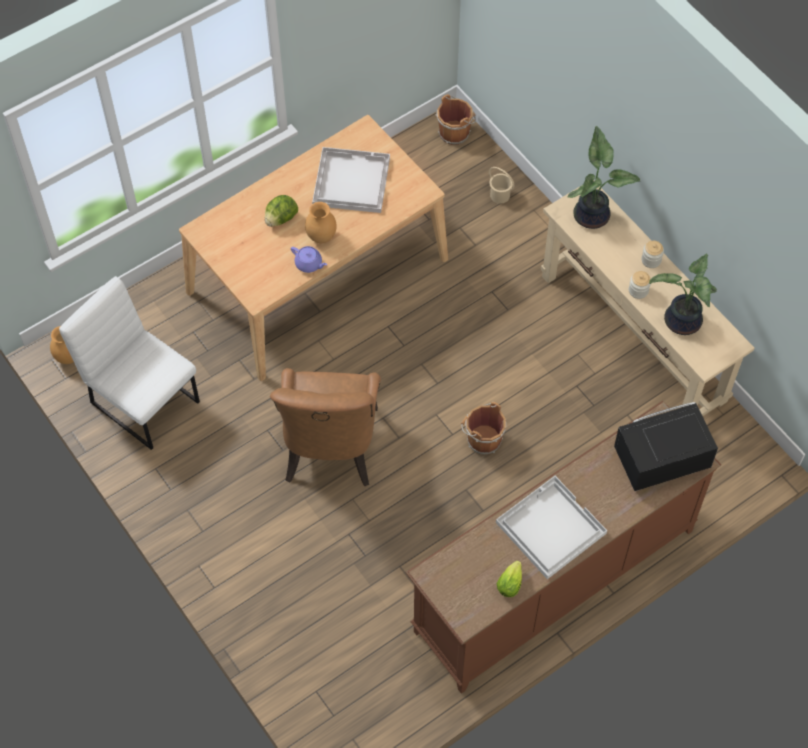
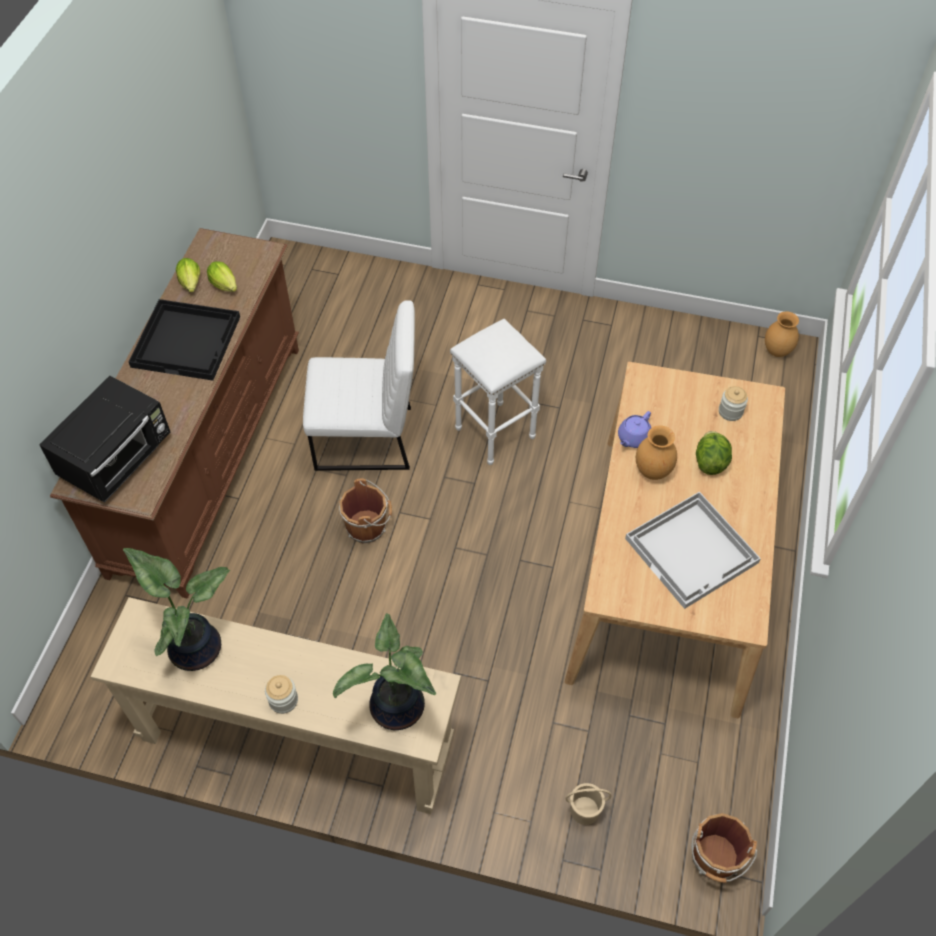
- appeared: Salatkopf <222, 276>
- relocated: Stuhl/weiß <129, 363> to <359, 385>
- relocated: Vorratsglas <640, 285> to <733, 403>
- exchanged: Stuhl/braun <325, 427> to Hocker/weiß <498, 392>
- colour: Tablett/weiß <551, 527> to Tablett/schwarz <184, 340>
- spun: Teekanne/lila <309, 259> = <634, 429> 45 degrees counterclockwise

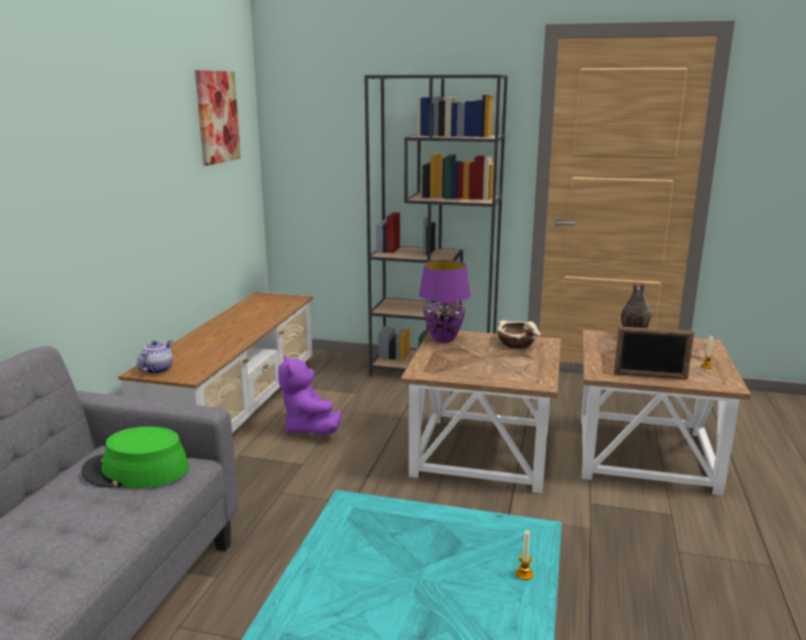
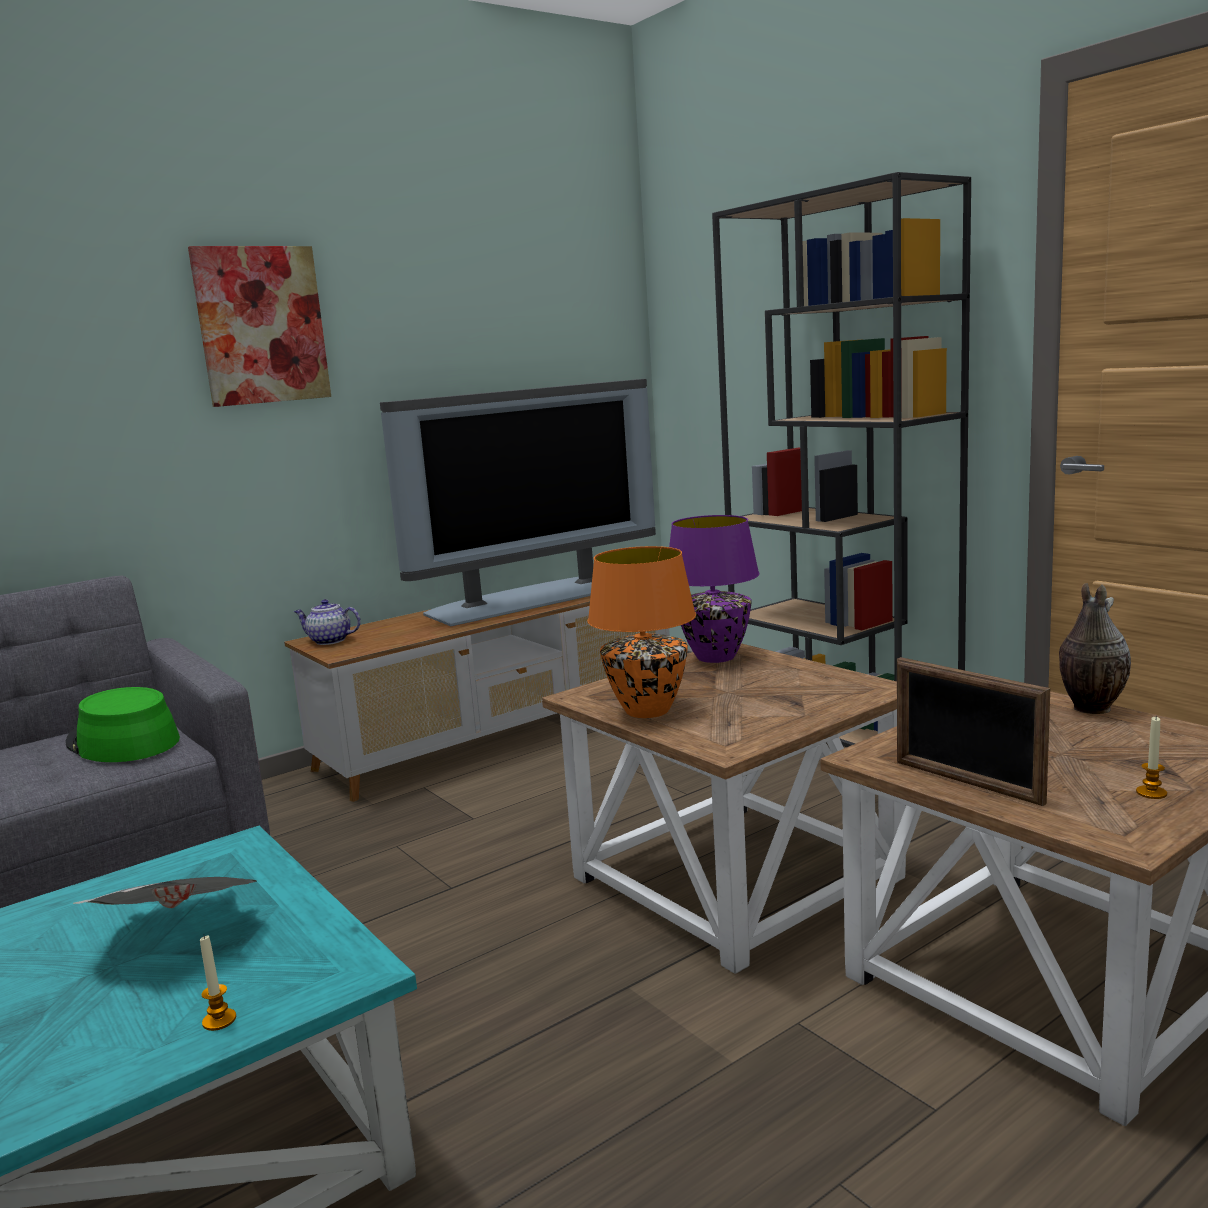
- missing: Plüschtier/lila <309, 395>
- missing: Schüssel/beige <518, 334>
- appeared: Zeitung <165, 892>
- appeared: Fernseher <518, 502>
- appeared: Tischlampe/orange <642, 632>
- relocated: Bild <218, 118> to <259, 326>
- spun: Teekanne <155, 357> = <327, 622> 135 degrees counterclockwise

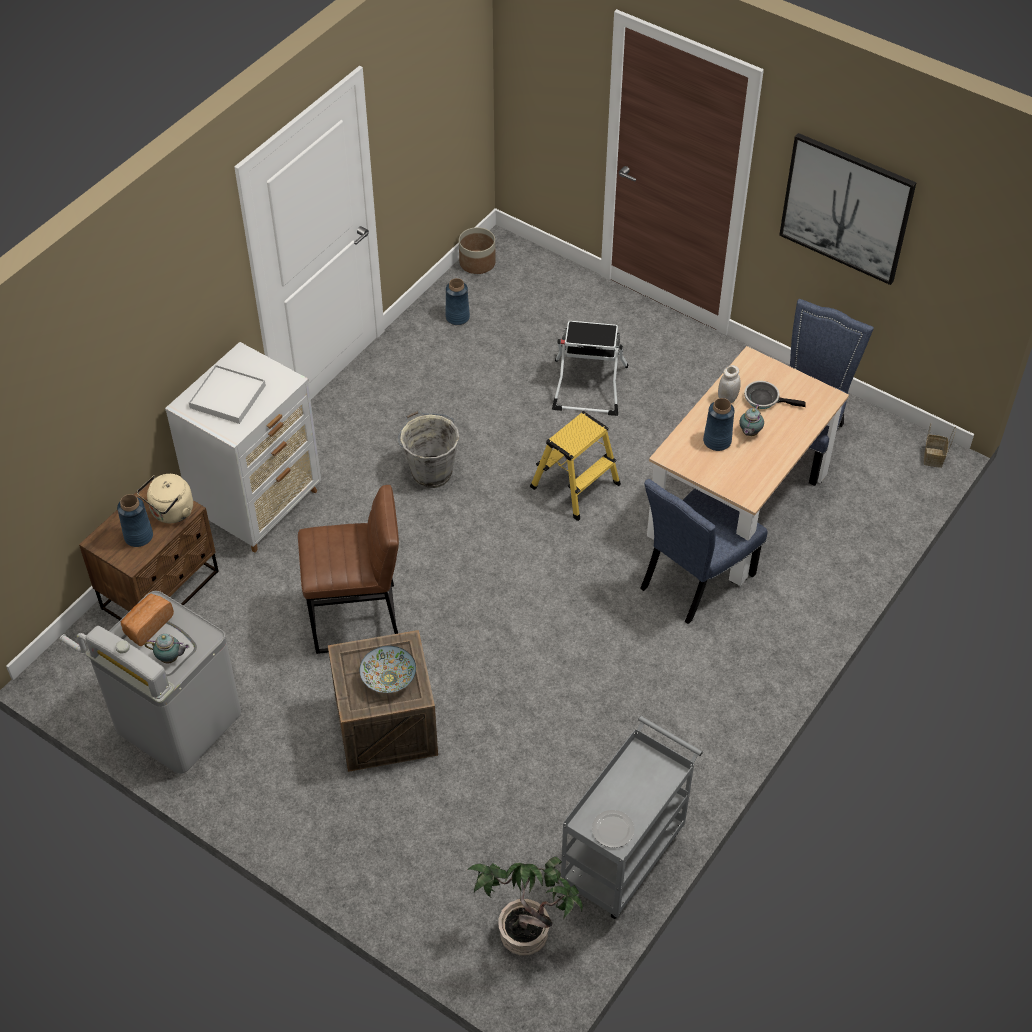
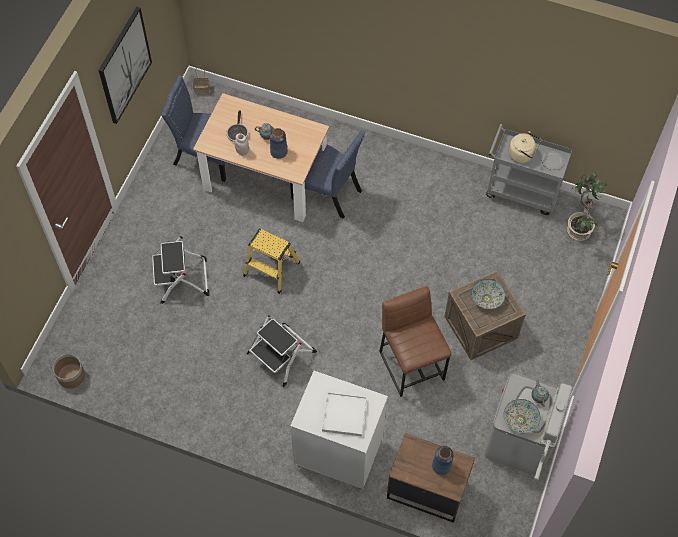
- missing: Vase/blau <458, 301>
- relocated: Wasserkessel/beige <165, 498> to <524, 147>
- exchanged: Brot <147, 620> to Schüssel <522, 416>
- exchanged: Eimer/grau <428, 449> to Trittleiter <282, 351>

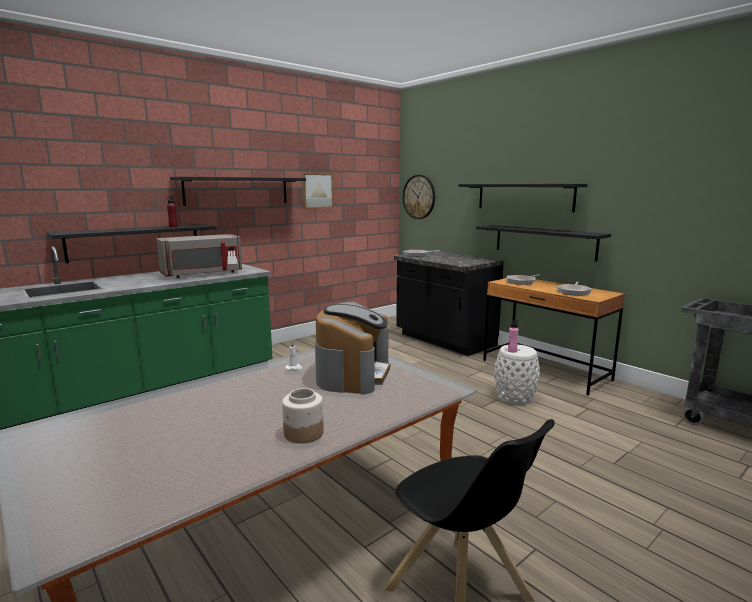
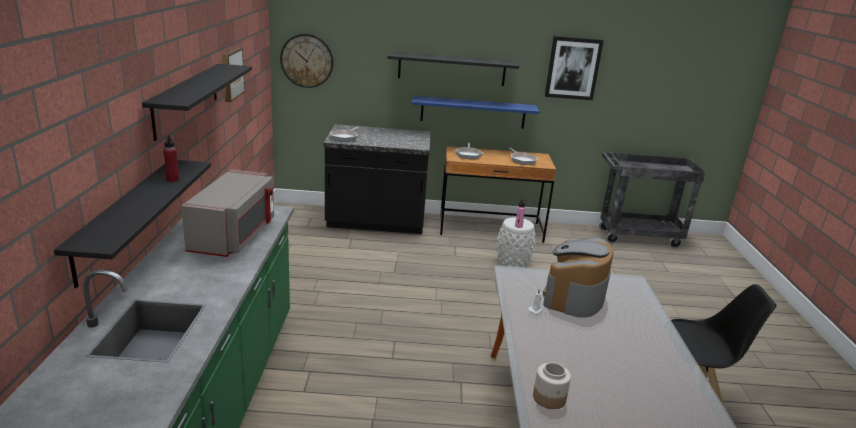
- appeared: Bild <574, 68>
- relocated: Vorratsglas <303, 415> to <552, 385>
- colour: Wandregal/schwarz <543, 243> to Wandregal/blau <476, 112>
- spun: Kaffeemaschine <353, 348> = <578, 277> 120 degrees counterclockwise

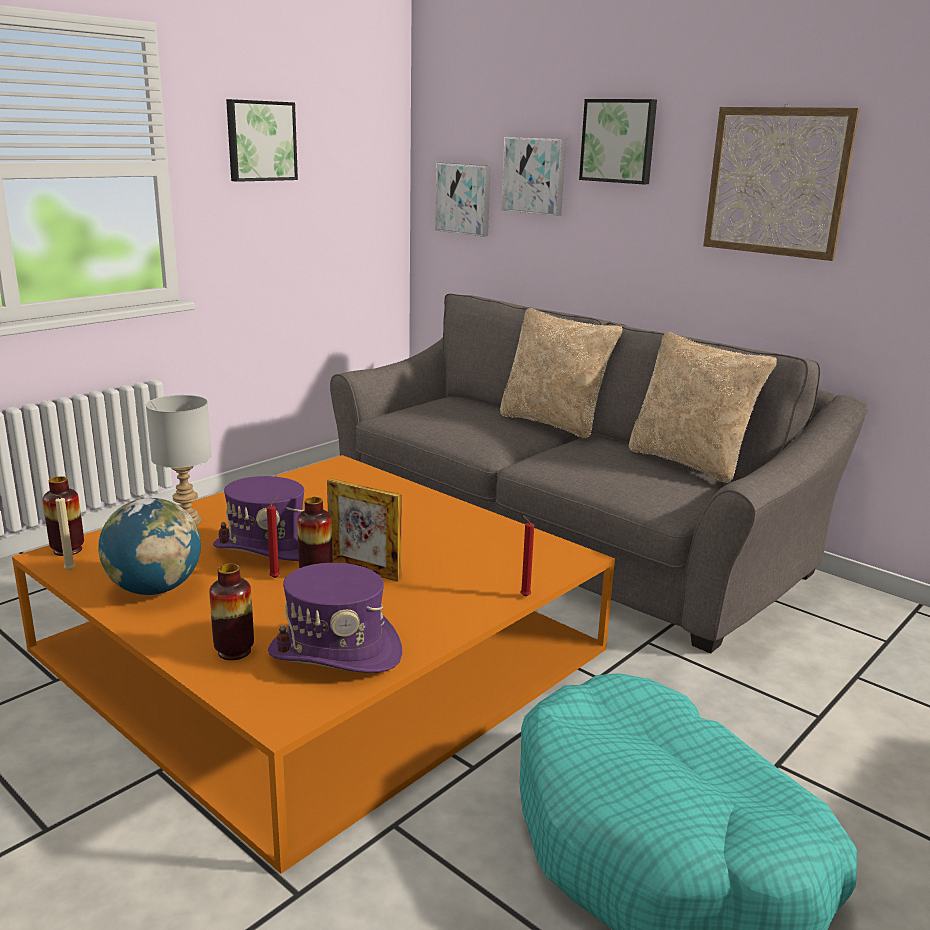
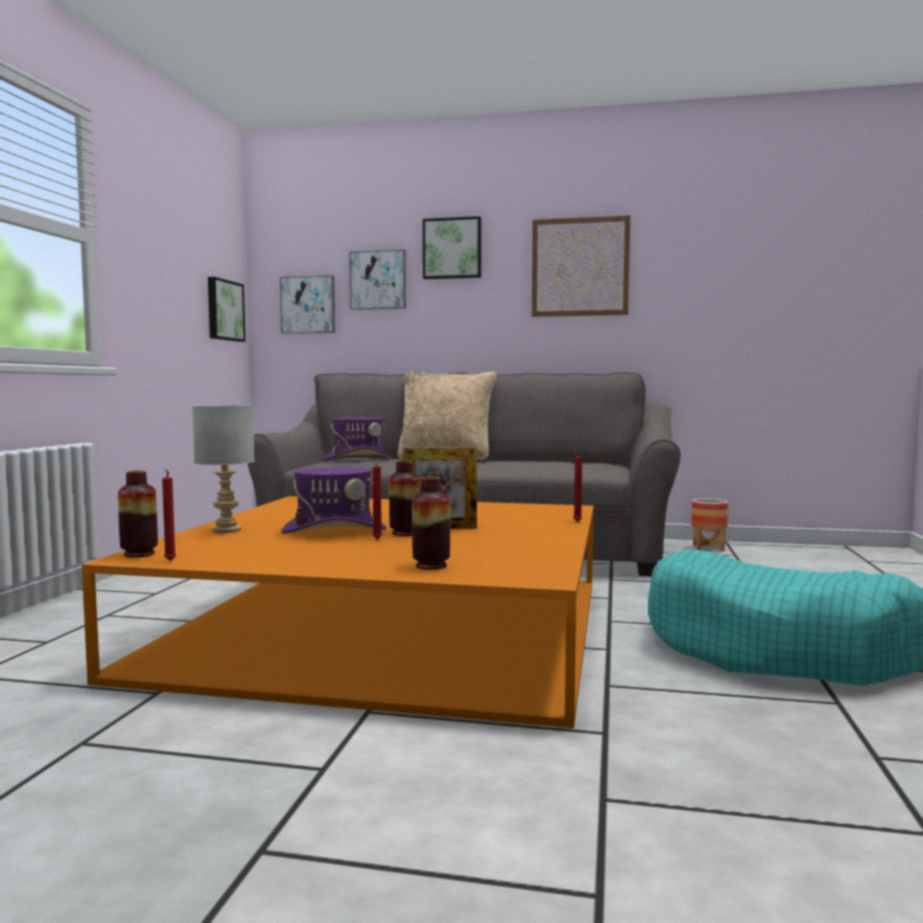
- missing: Globus <149, 546>
- missing: Kissen/beige <703, 407>
- appeared: Pflanzkübel <709, 524>
- relocated: Bild <262, 140> to <226, 309>
- relocated: Hut/lila <335, 618> to <359, 438>
- colour: Kerze/beige <64, 532> to Kerze/rot <169, 515>

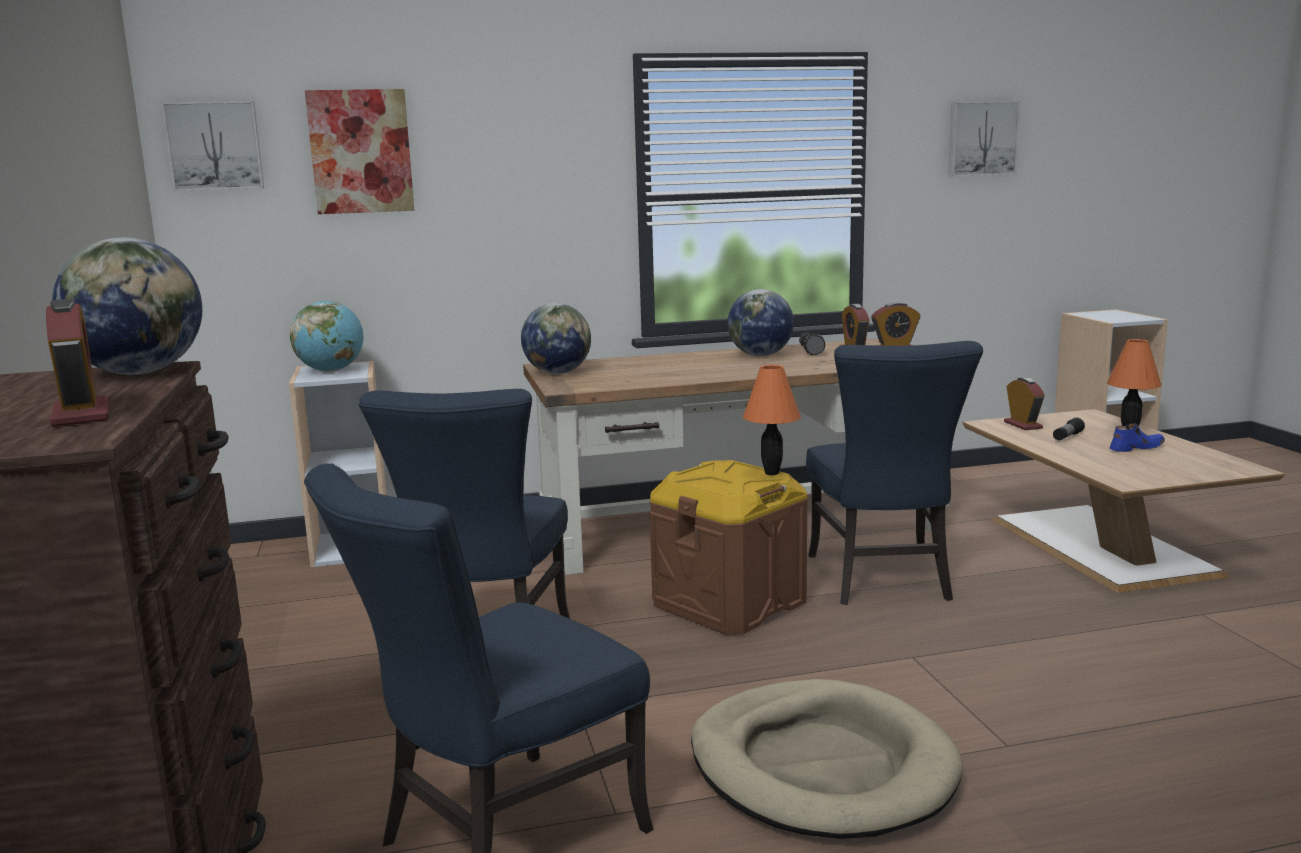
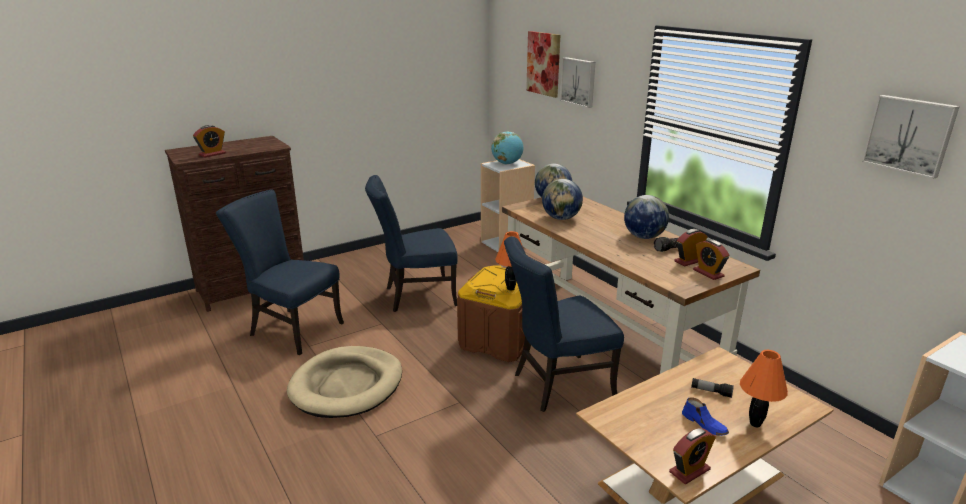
- relocated: Globus <127, 306> to <562, 199>
- relocated: Bild <213, 146> to <578, 82>
- relocated: Wecker <1024, 403> to <692, 456>

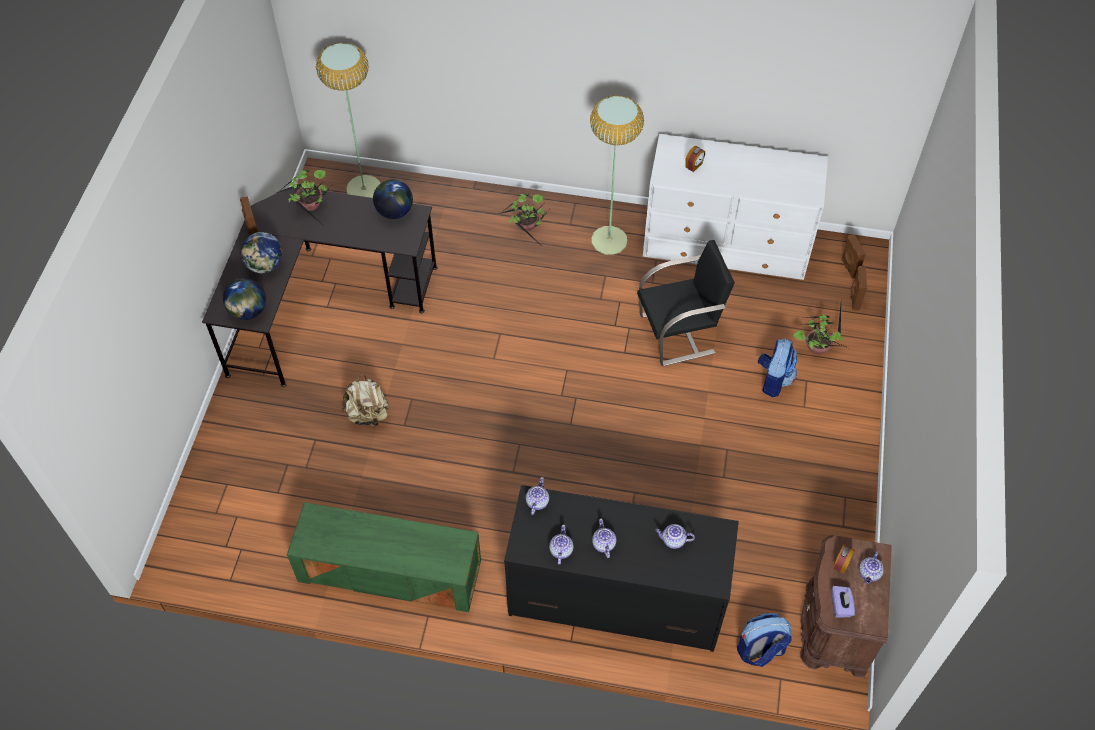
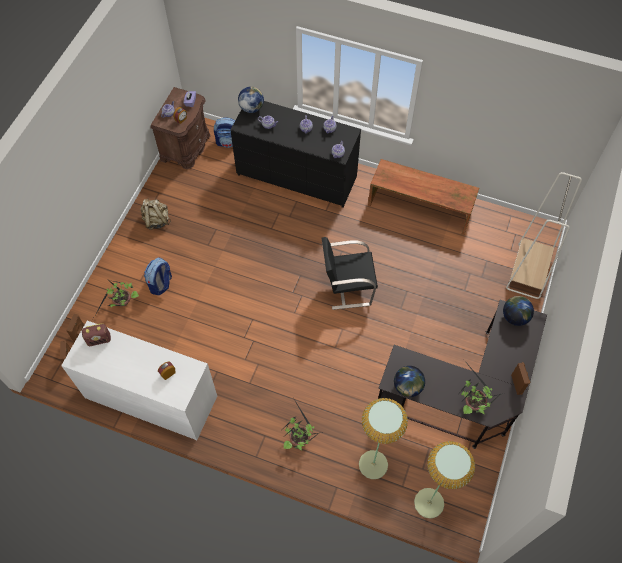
- appeared: Radio <96, 334>
- appeared: Kleiderständer <544, 235>
- relocated: Globus <261, 252> to <251, 99>
- relocated: Rucksack/beige <365, 401> to <156, 214>
- relocated: Stehlampe <617, 175> to <383, 438>
- relocated: Stuhl/schwarz <686, 303> to <350, 273>
- colour: Bank/grün <384, 557> to Bank/braun <423, 197>

